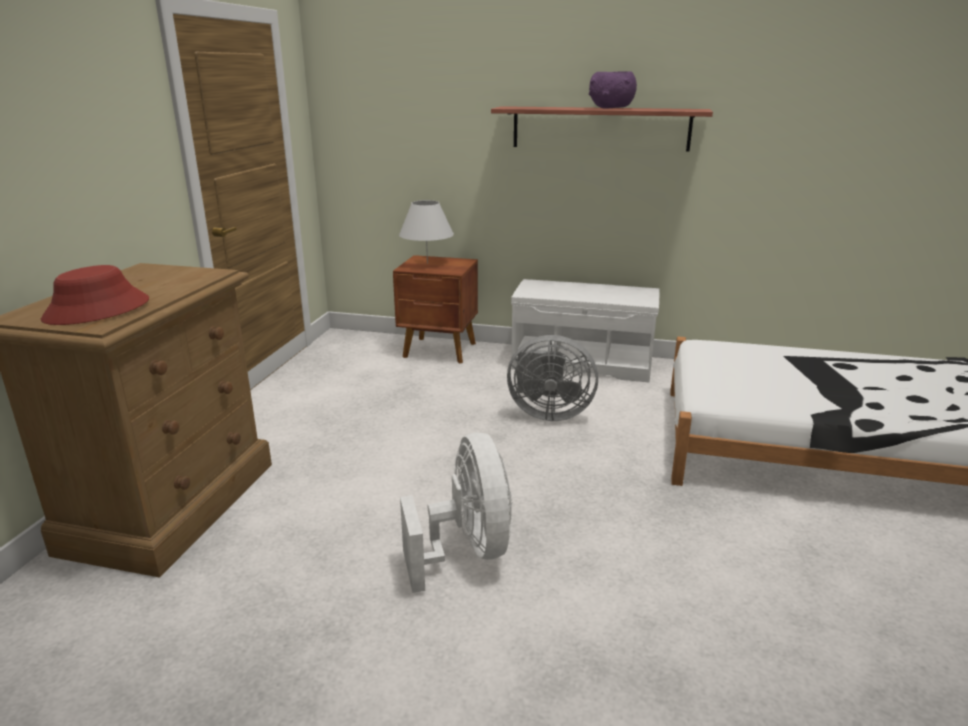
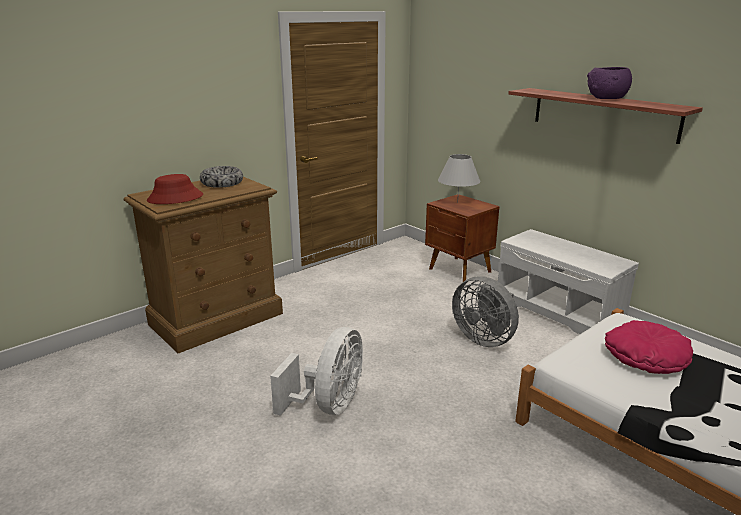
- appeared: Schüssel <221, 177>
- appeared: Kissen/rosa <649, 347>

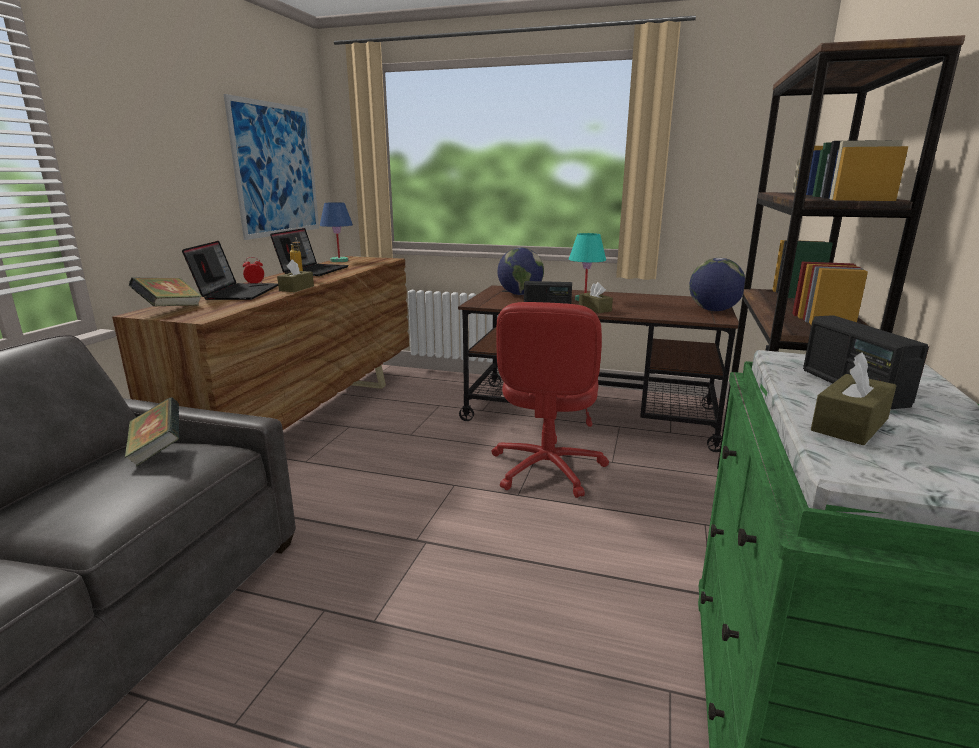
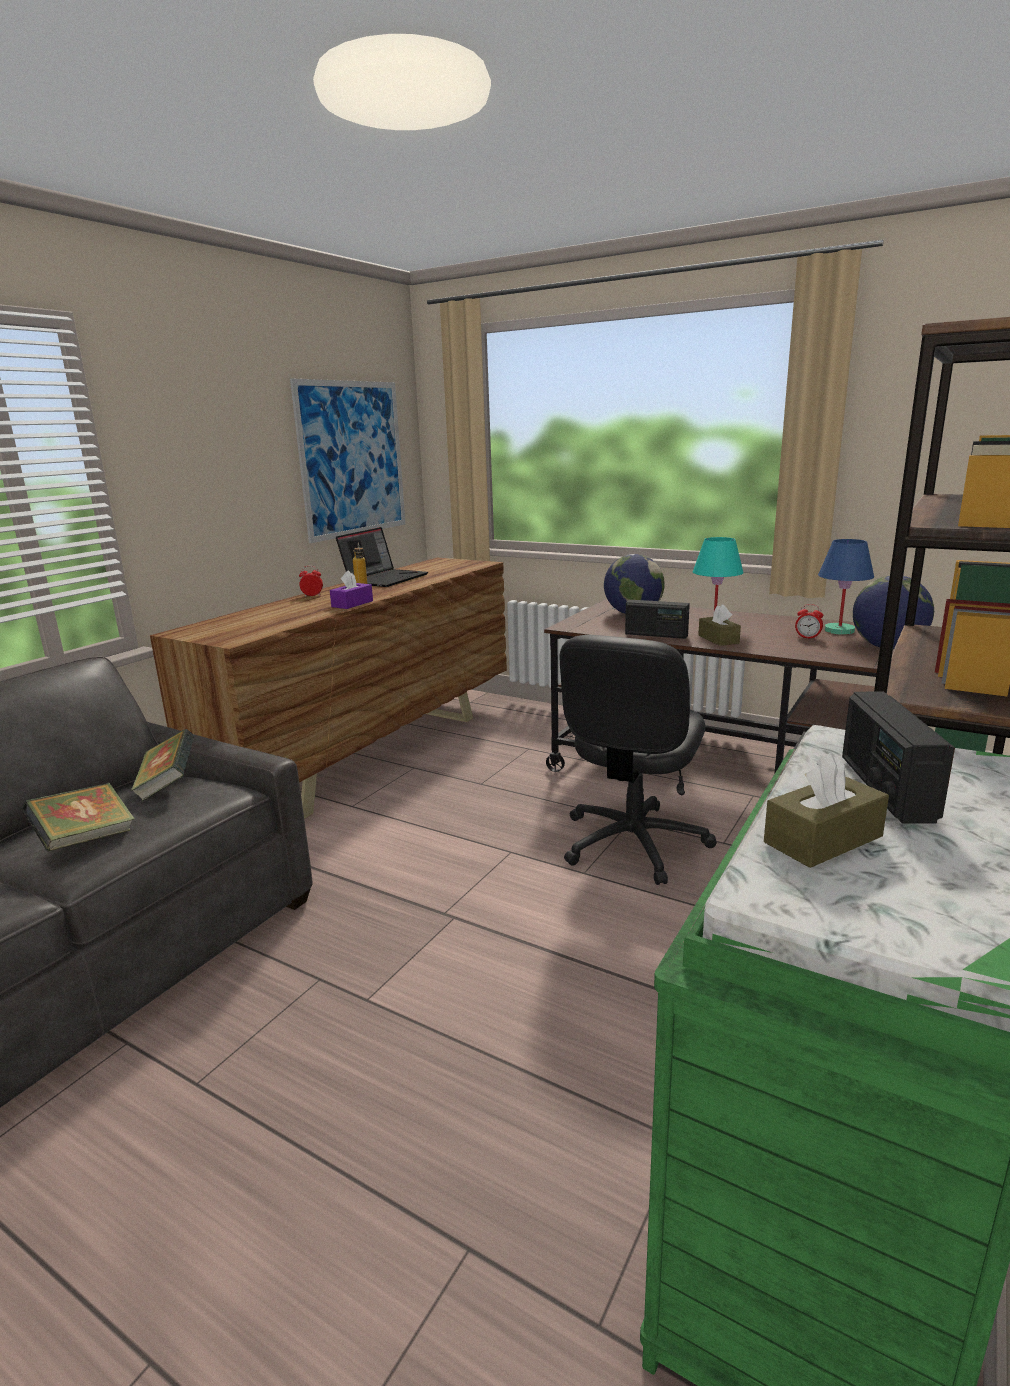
- missing: Laptop <230, 270>
- appeared: Wecker <809, 621>
- relocated: Buch <166, 291> to <79, 817>
- relocated: Tischlampe/blau <336, 232> to <846, 587>
- colour: Taschentuchbox/braun <295, 275> to Taschentuchbox/lila <351, 589>
- colour: Bürostuhl/rot <550, 400> to Bürostuhl/schwarz <638, 760>

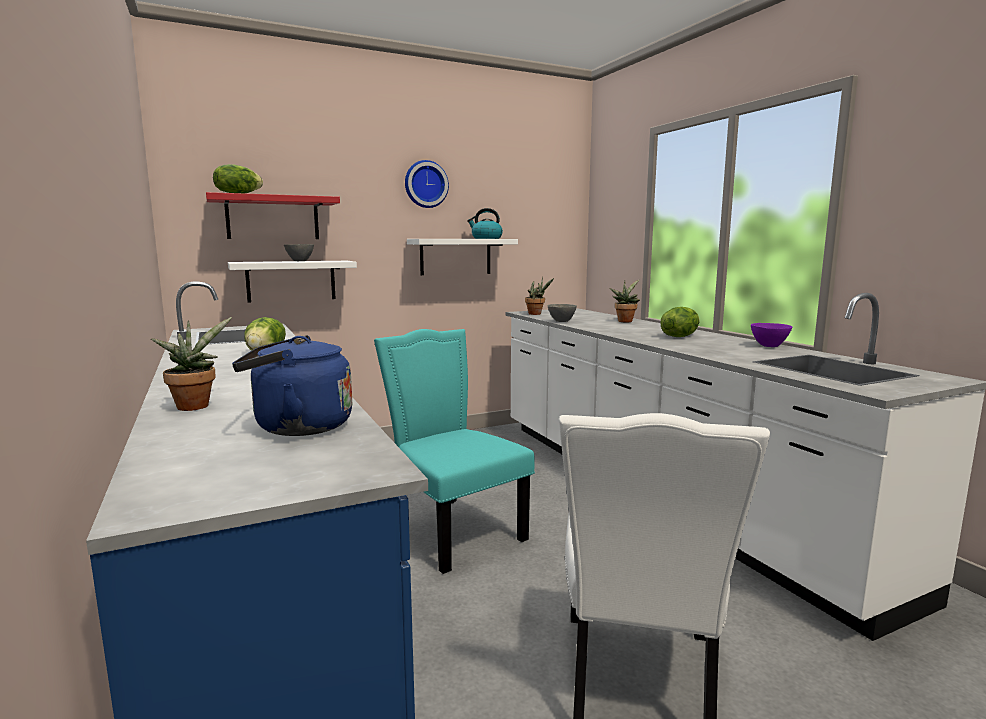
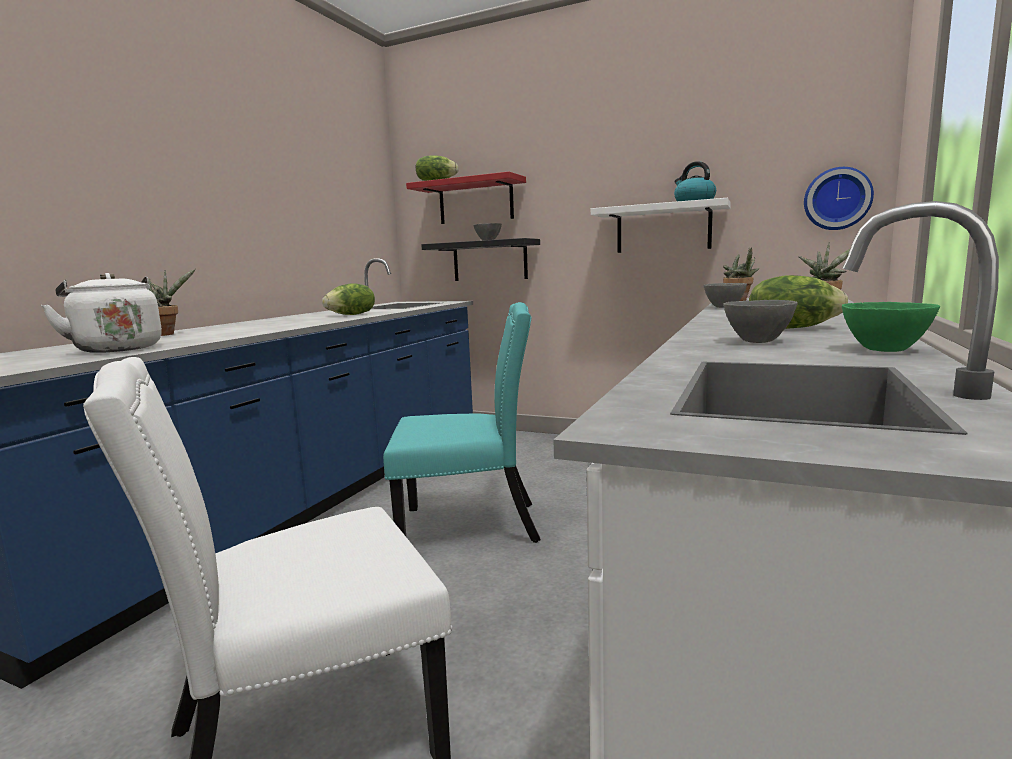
- appeared: Schüssel/grau <760, 321>
- relocated: Wanduhr <427, 184> to <839, 198>
- colour: Wandregal/weiß <292, 282> to Wandregal/schwarz <480, 259>
- colour: Wasserkessel/blau <292, 385> to Wasserkessel/weiß <101, 313>
- colour: Schüssel/lila <771, 335> to Schüssel/grün <891, 327>
- spun: Stuhl/türkis <454, 451> = <462, 422> 75 degrees clockwise

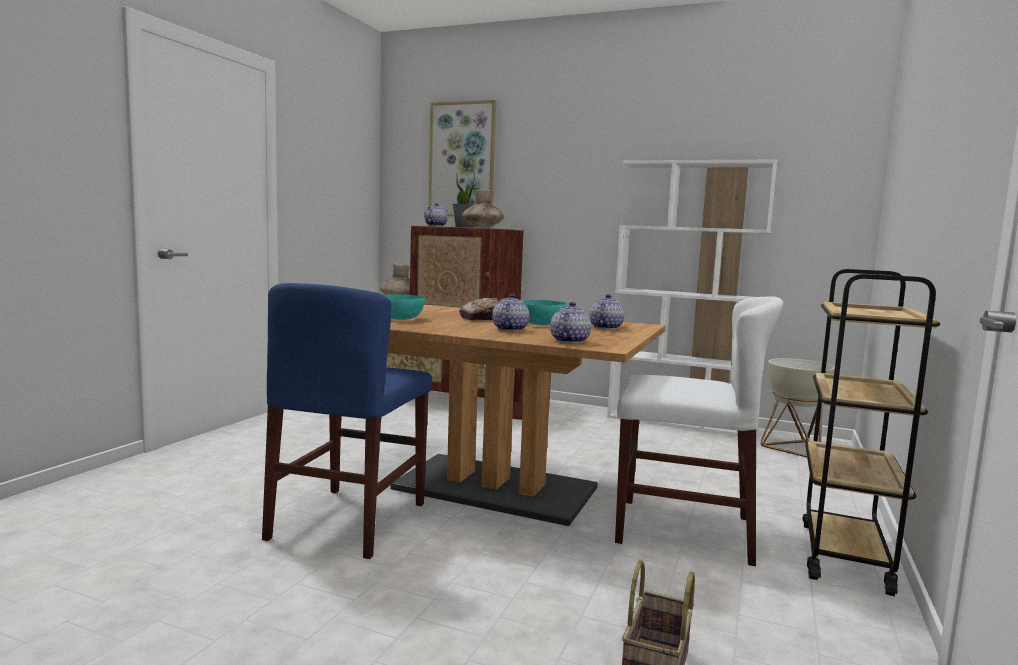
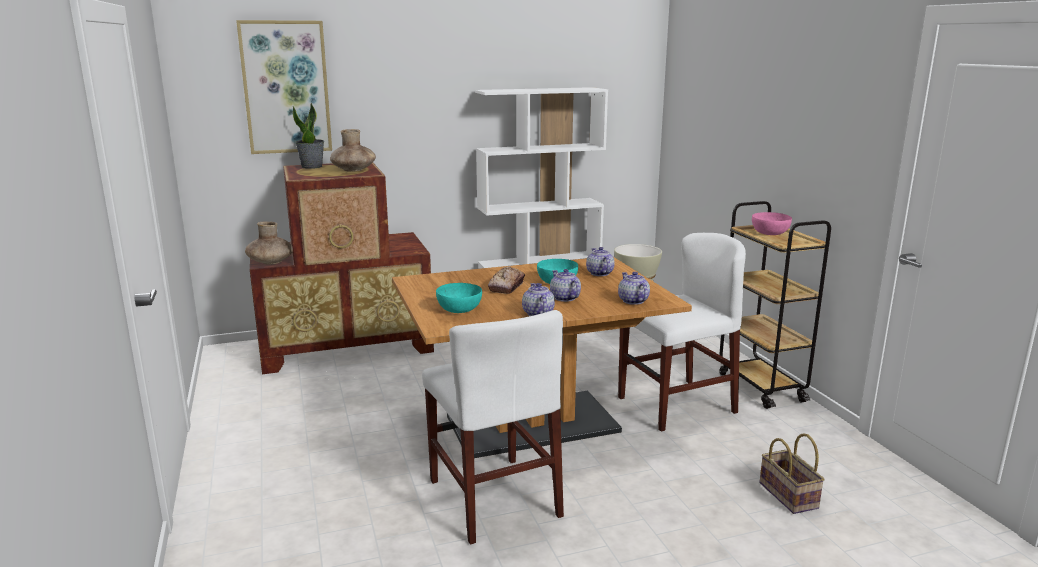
- appeared: Schüssel/rosa <772, 223>
- relocated: Teekanne <436, 214> to <538, 299>
- colour: Stuhl/blau <347, 421> to Stuhl/weiß <493, 427>

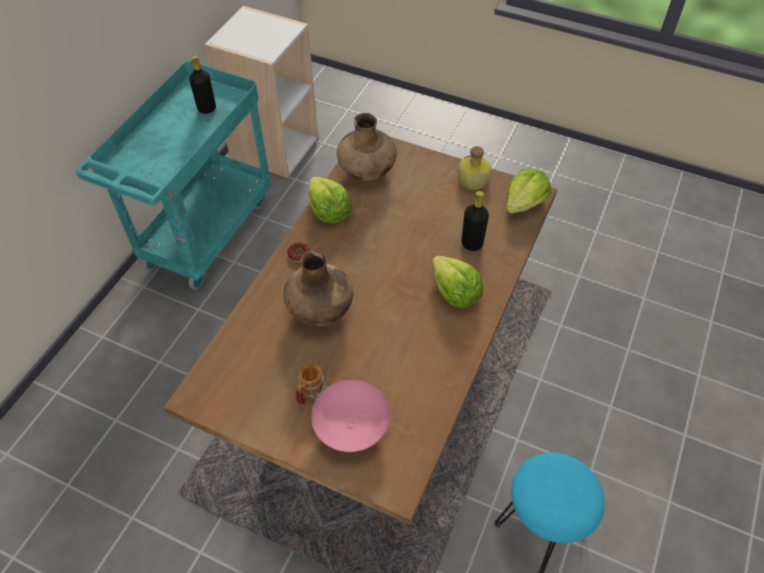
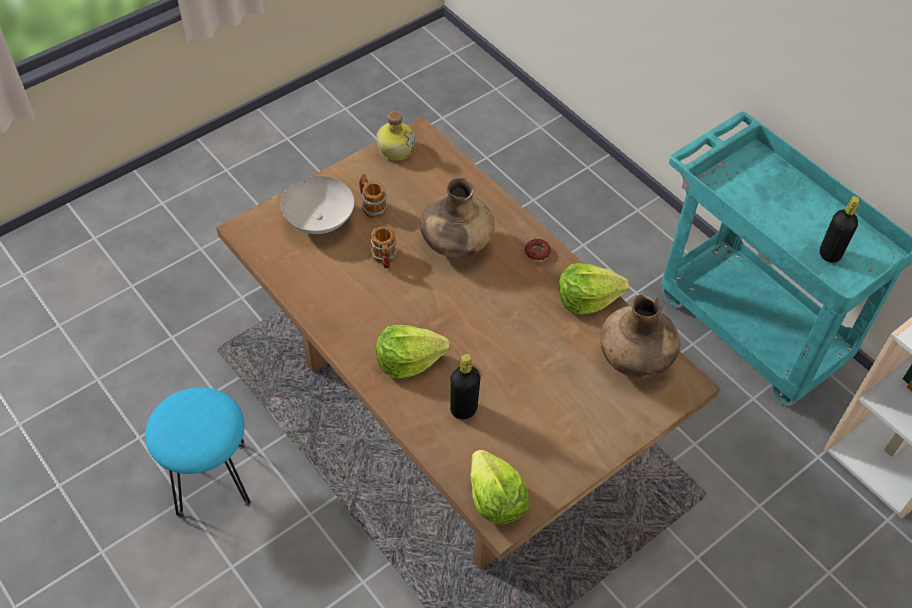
- appeared: Henkelbecher <384, 247>
- relocated: Flasche <474, 168> to <395, 136>
- colour: Schüssel/rosa <350, 416> to Schüssel/weiß <317, 205>

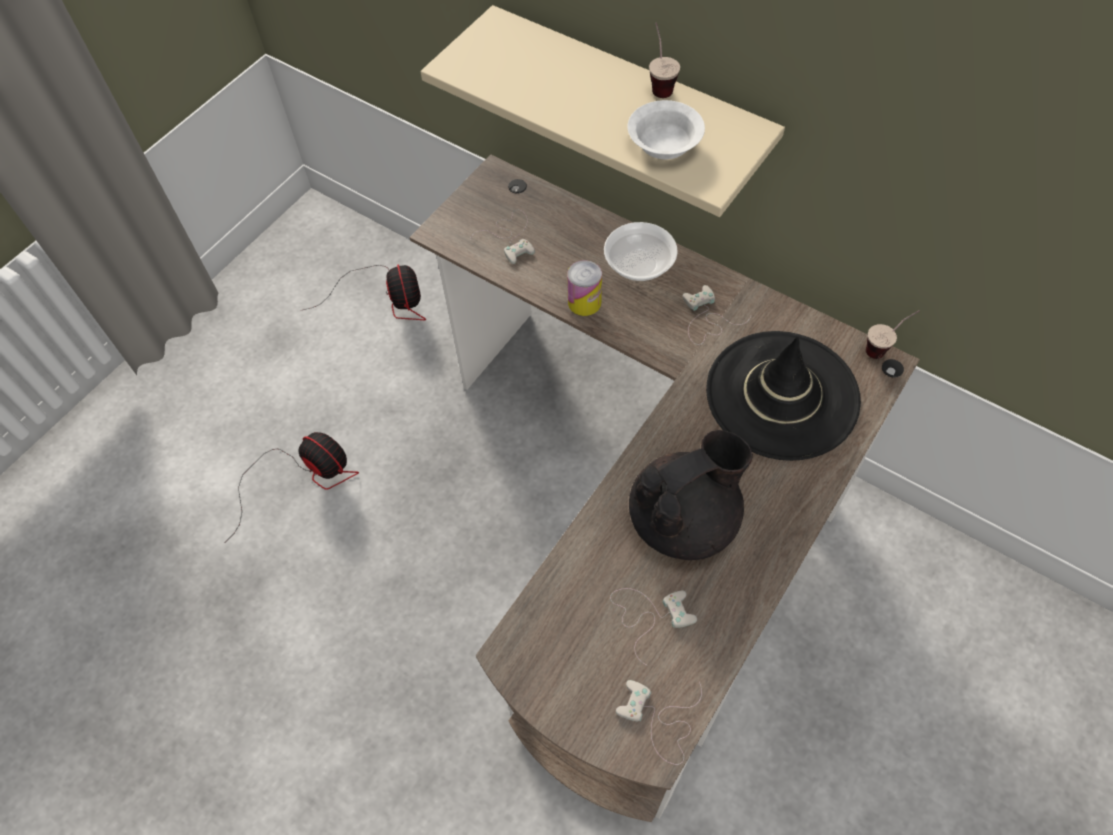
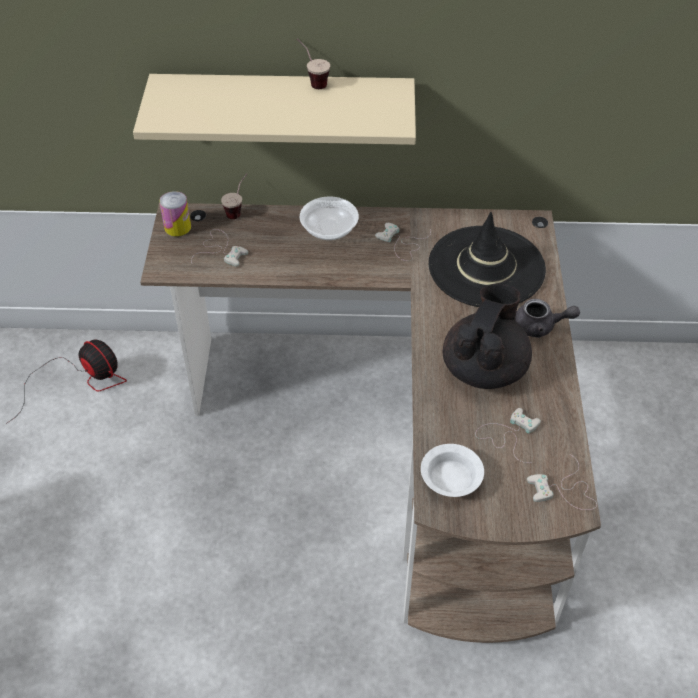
- missing: Ventilator <292, 486>
- appeared: Teekanne/grau <547, 318>
- relocated: Dose <584, 288> to <175, 214>
- relocated: Schüssel/weiß <666, 129> to <452, 470>
- relocated: Tasse <893, 334> to <234, 196>

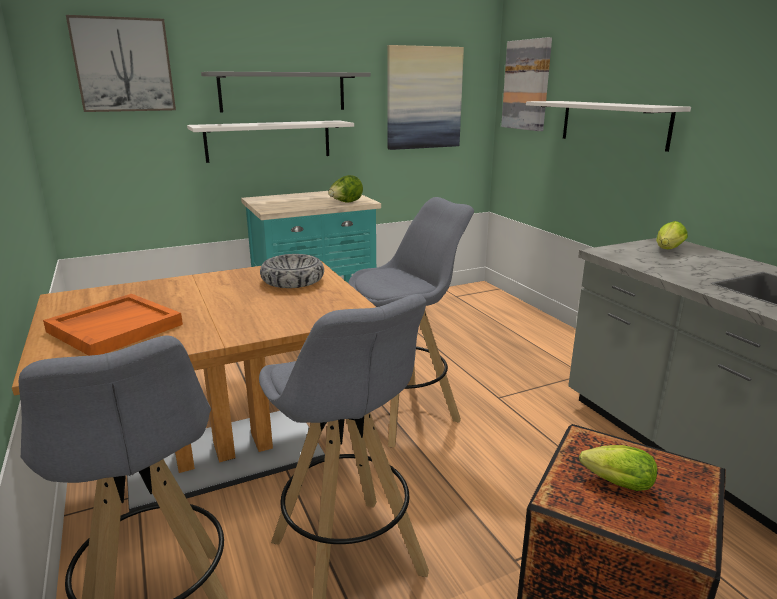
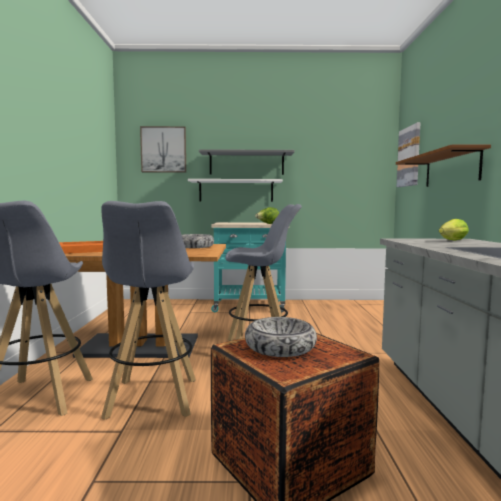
- missing: Bild <425, 97>
- exchanged: Salatkopf <618, 468> to Schüssel <281, 337>
- colour: Wandregal/weiß <608, 126> to Wandregal/braun <443, 165>

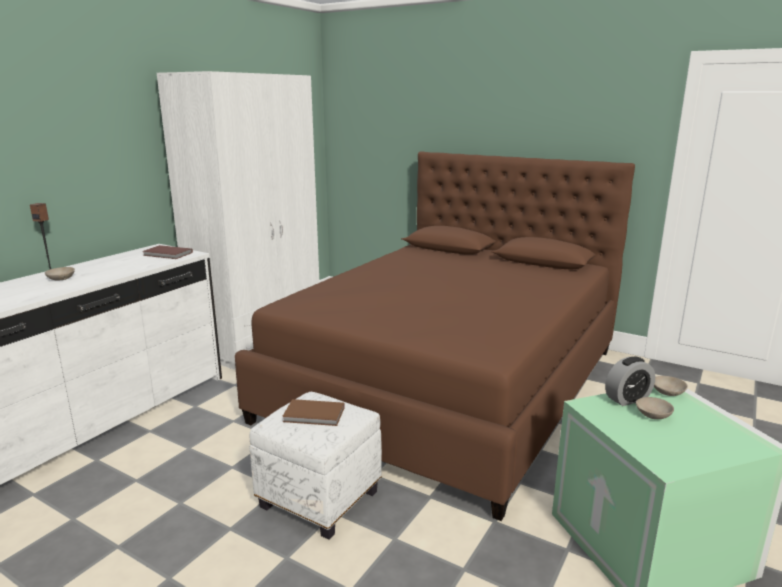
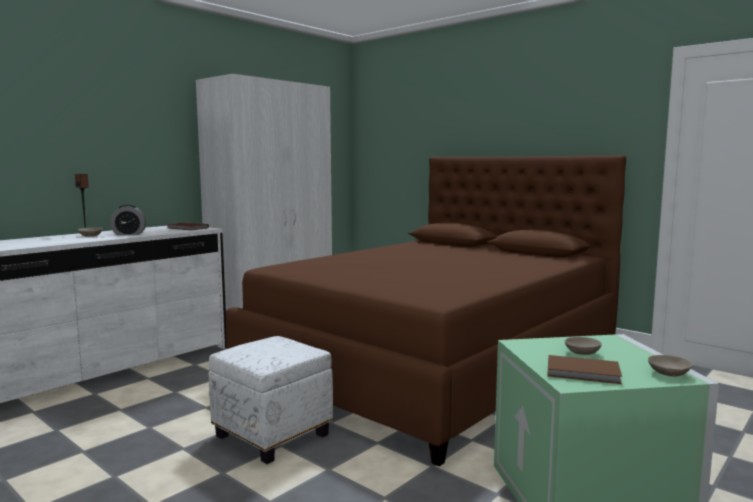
- relocated: Buch/braun <313, 412> to <584, 369>
- relocated: Wecker <630, 381> to <128, 220>
- relocated: Schüssel/beige <671, 386> to <670, 366>

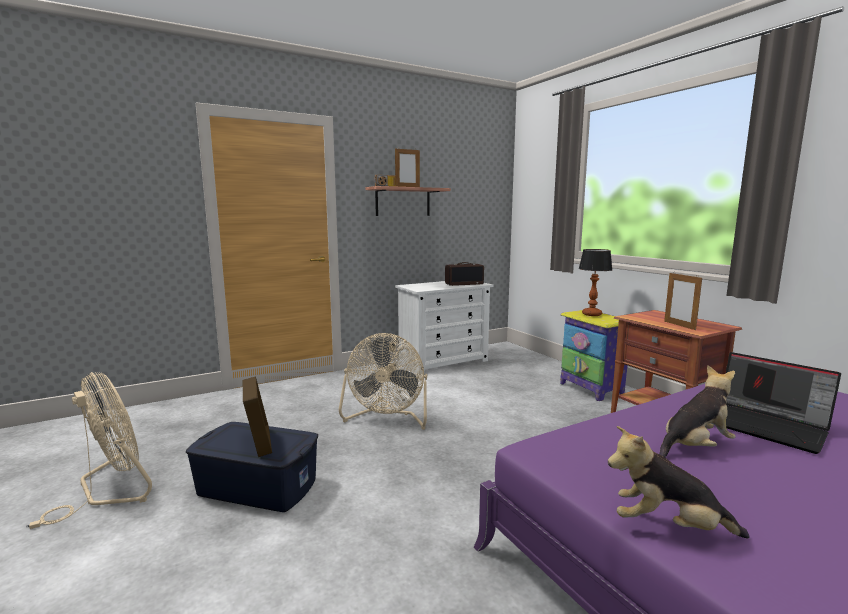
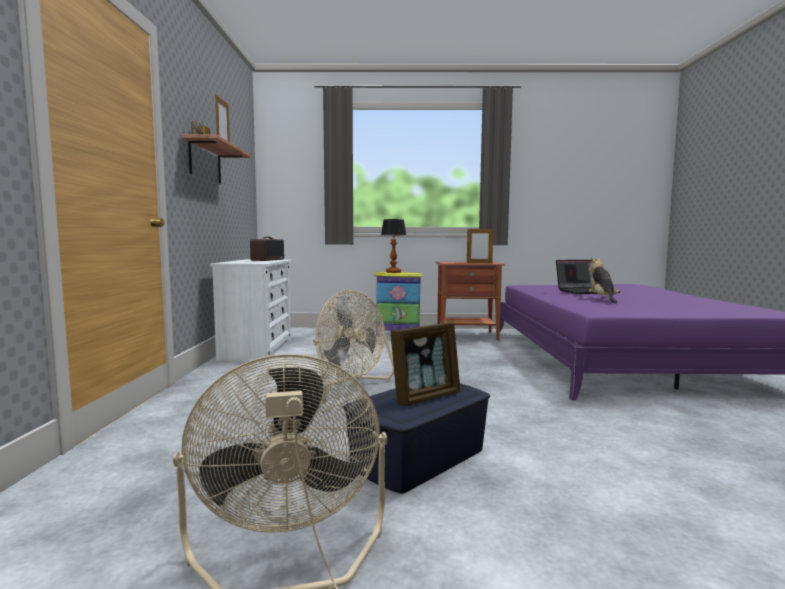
- missing: Plüschtier <679, 482>
- spun: Bilderrahmen <257, 416> = <425, 364> 135 degrees clockwise

